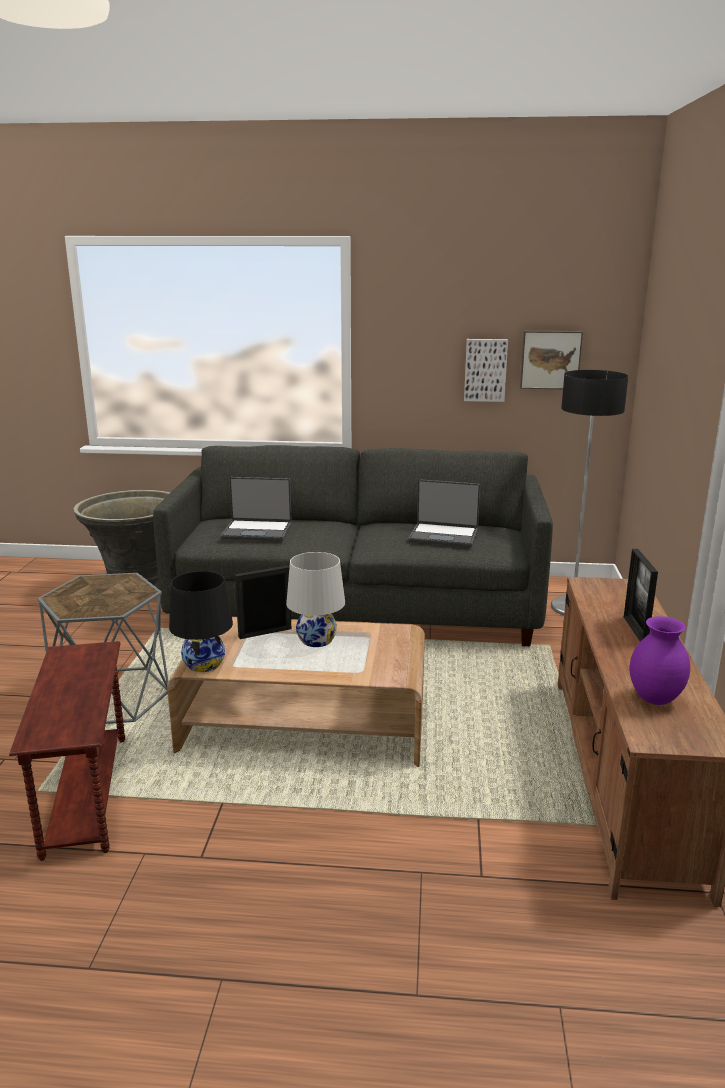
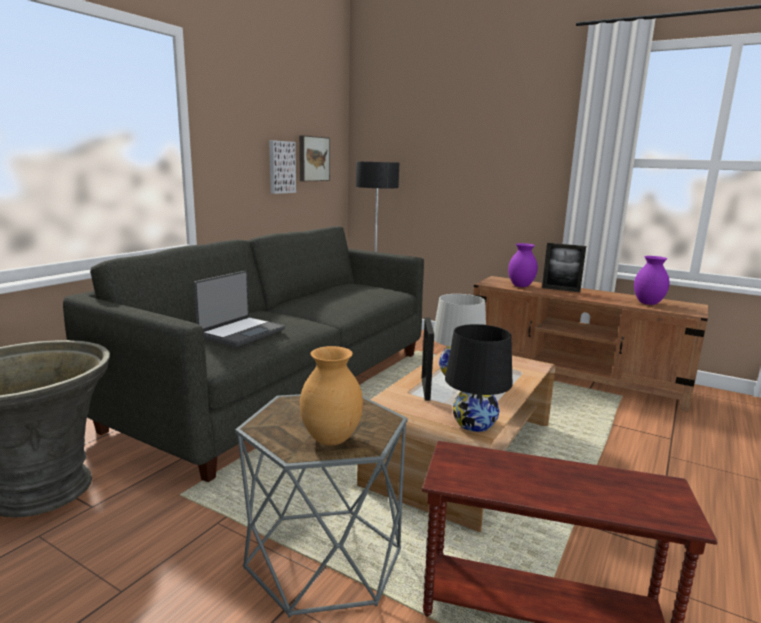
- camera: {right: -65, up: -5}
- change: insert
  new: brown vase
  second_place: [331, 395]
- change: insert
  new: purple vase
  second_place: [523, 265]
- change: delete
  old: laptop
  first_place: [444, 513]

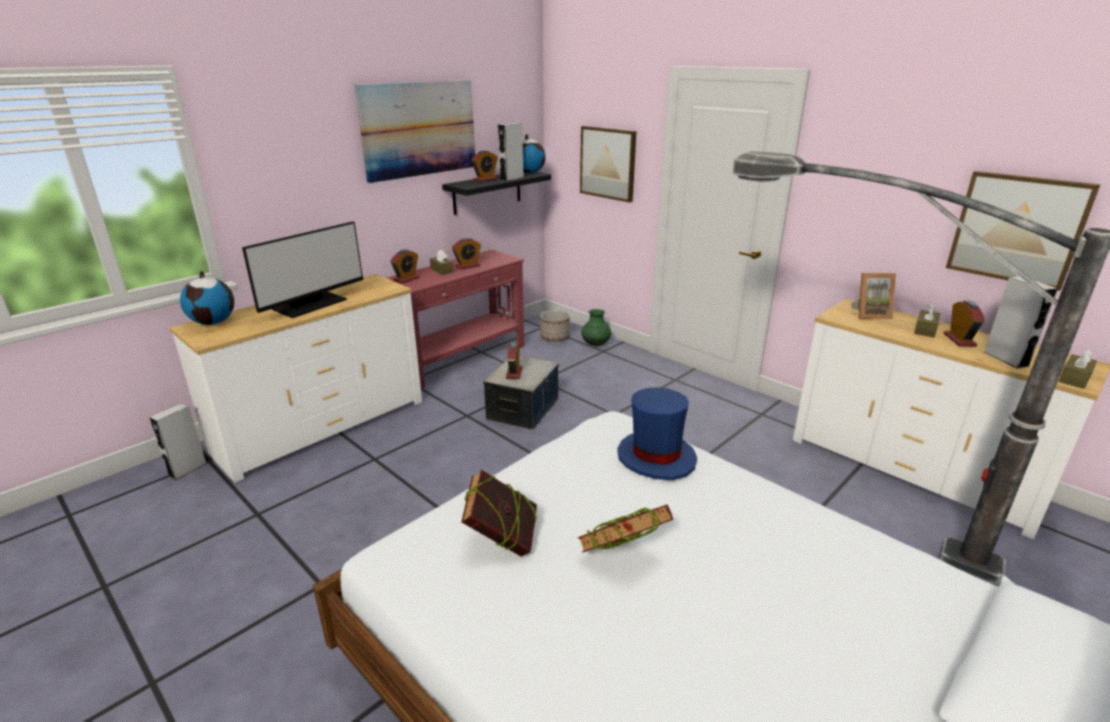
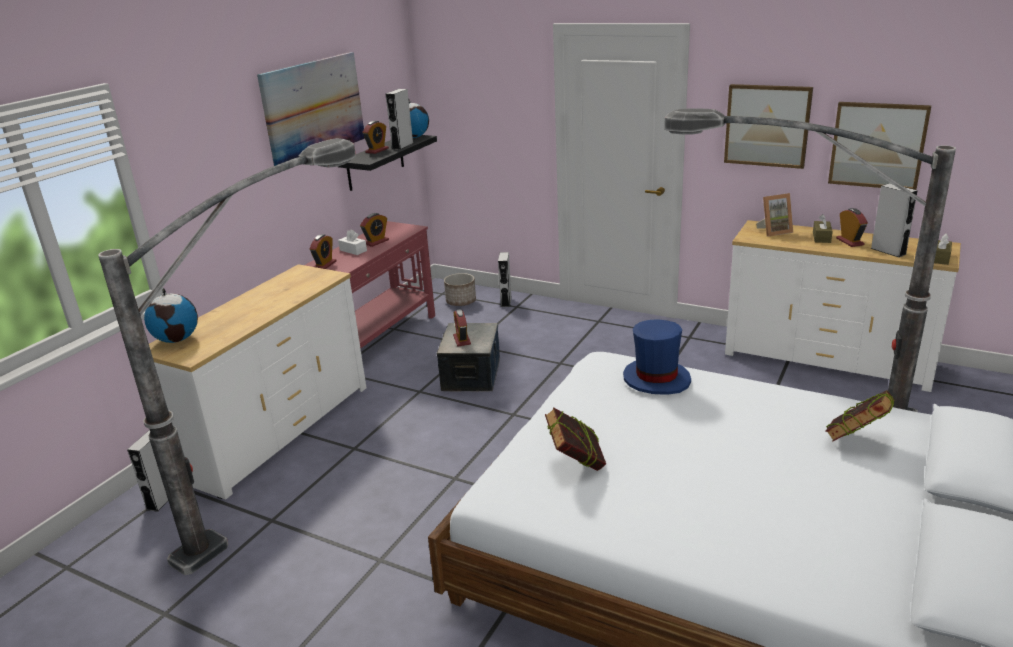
- camera: {right: -15, up: 0}
- change: insert
  new: floor lamp
  second_place: [227, 356]
- change: recolor
  old: brown tissue box
  new: white tissue box
  first_place: [441, 262]
  second_place: [352, 242]
- change: replace
  old: green vase
  new: grey speaker
  first_place: [596, 327]
  second_place: [505, 279]
- change: move
  old: picture
  first_place: [608, 164]
  second_place: [768, 126]
- change: move
  old: book
  first_place: [625, 529]
  second_place: [859, 415]
- change: delete
  old: monitor
  first_place: [302, 269]

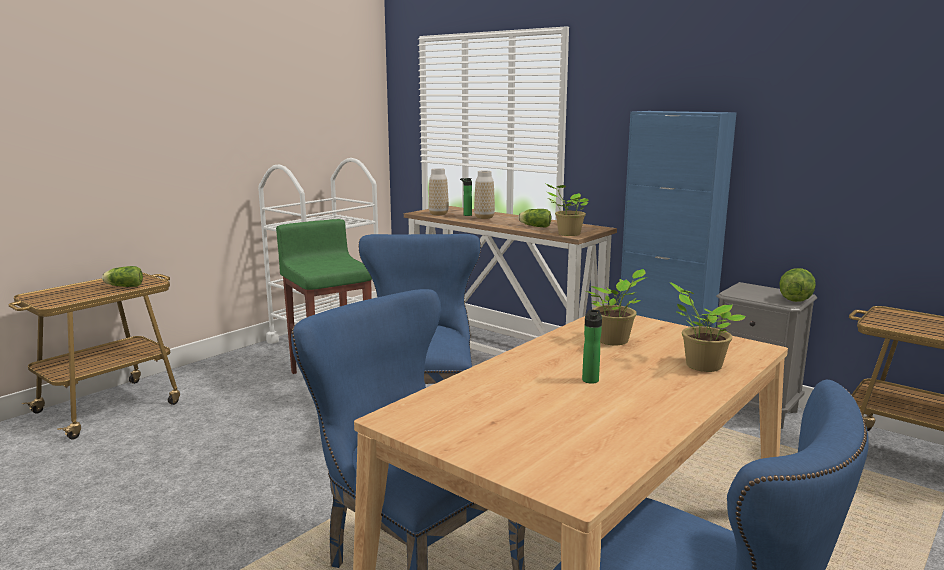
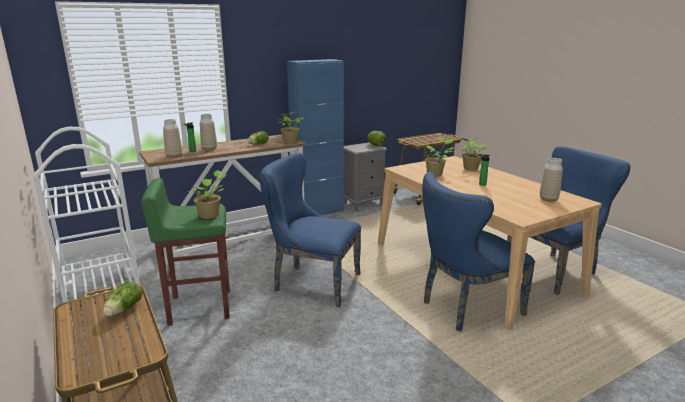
- camera: {right: -70, up: 5}
- change: insert
  new: potted plant
  second_place: [208, 194]
- change: insert
  new: vase
  second_place: [551, 180]

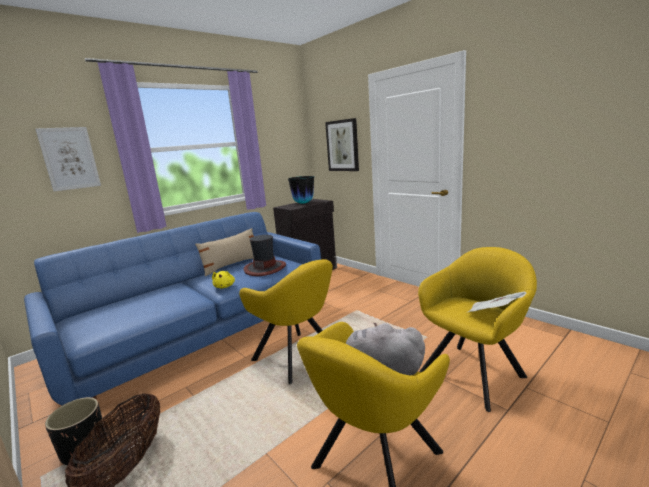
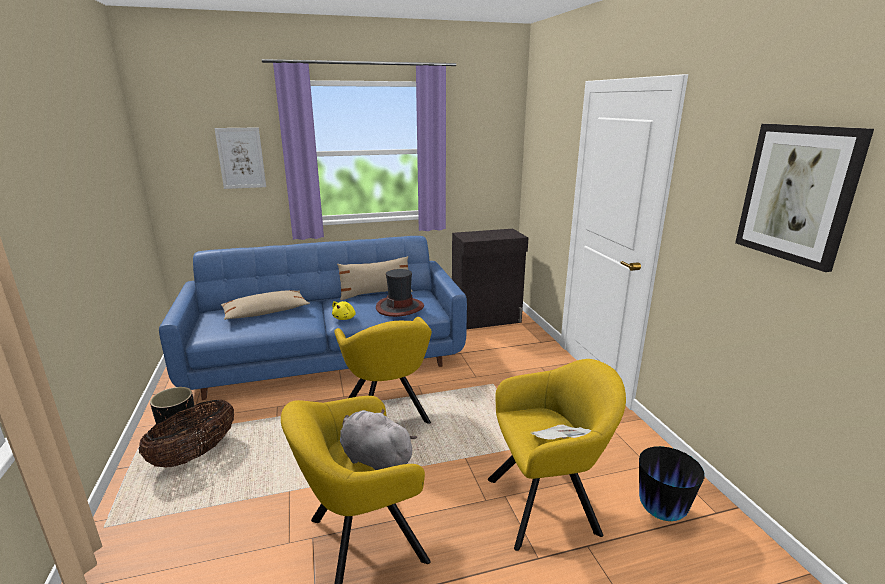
- camera: {right: 25, up: 5}
- change: insert
  new: beige pillow
  second_place: [265, 305]
- change: move
  old: vase
  first_place: [301, 190]
  second_place: [672, 483]
- change: move
  old: picture
  first_place: [342, 144]
  second_place: [804, 198]

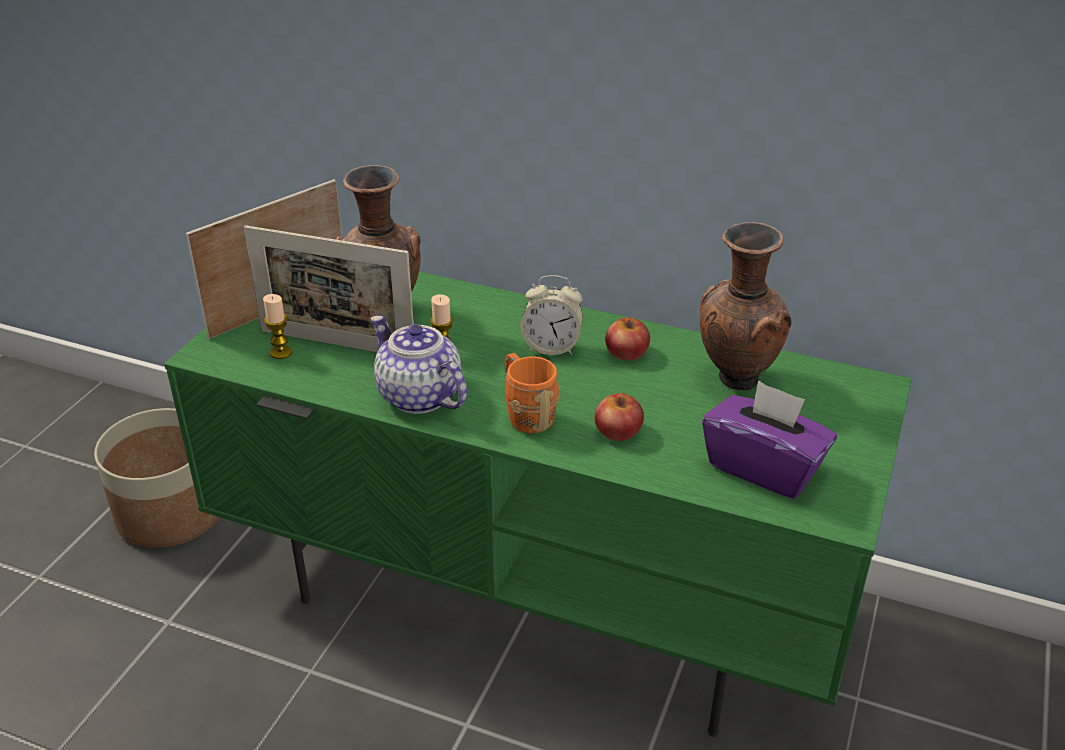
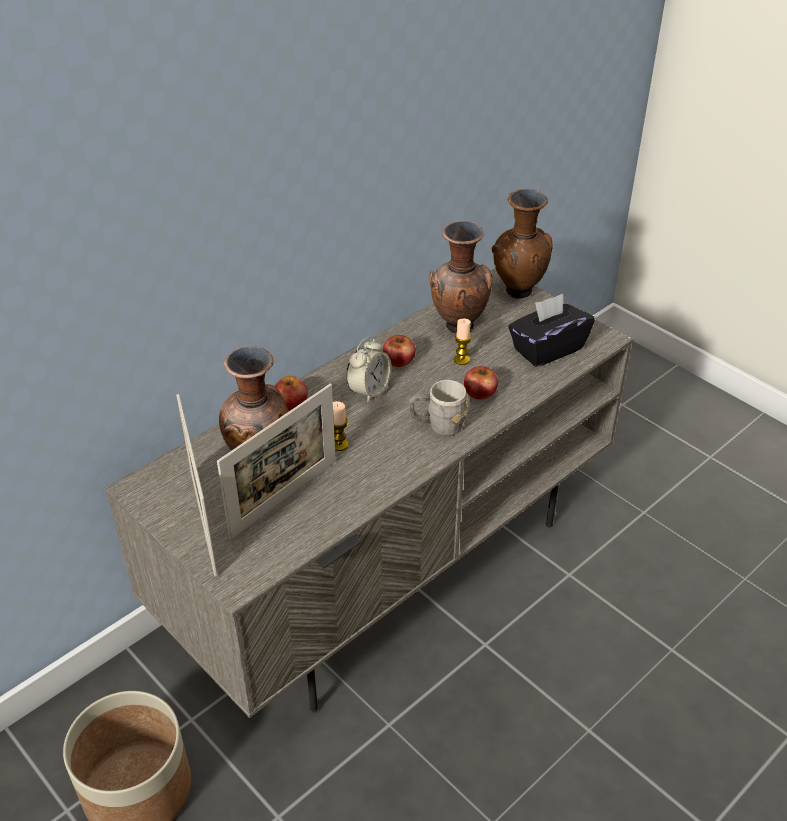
- camera: {right: -65, up: 5}
- change: recolor
  old: green tv stand
  new: grey tv stand
  first_place: [538, 504]
  second_place: [368, 493]
- change: insert
  new: apple
  second_place: [291, 393]
- change: recolor
  old: orange mug
  new: grey mug
  first_place: [532, 393]
  second_place: [439, 408]
- change: move
  old: candle
  first_place: [277, 326]
  second_place: [463, 341]
- change: insert
  new: brown vase
  second_place: [522, 244]
- change: recolor
  old: purple tissue box
  new: black tissue box
  first_place: [769, 439]
  second_place: [551, 330]
- change: delete
  old: teapot
  first_place: [418, 365]

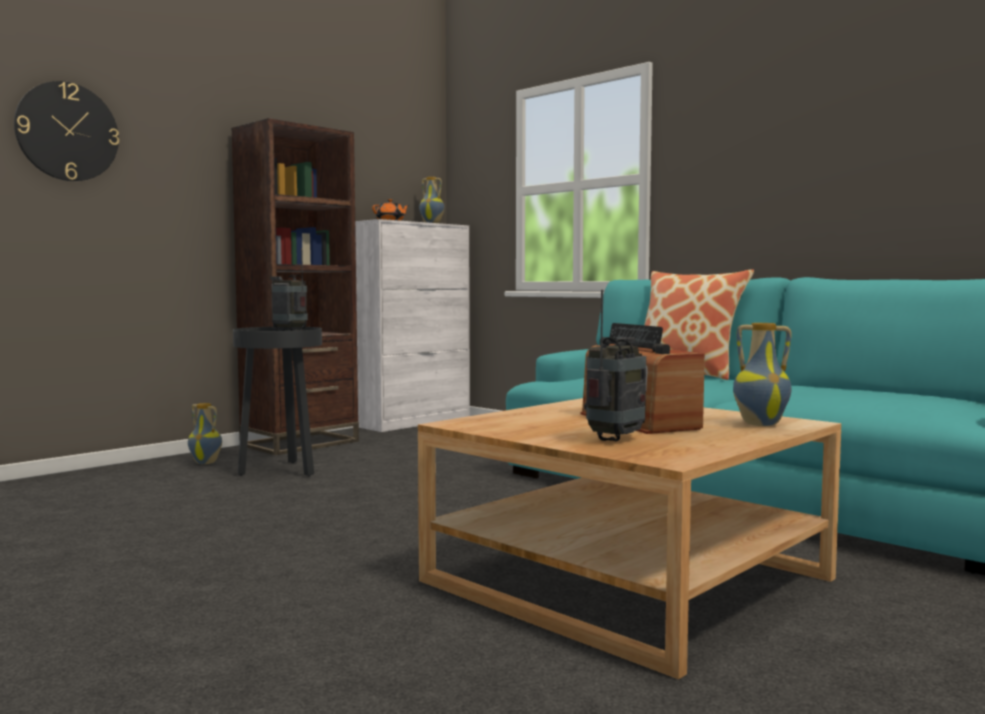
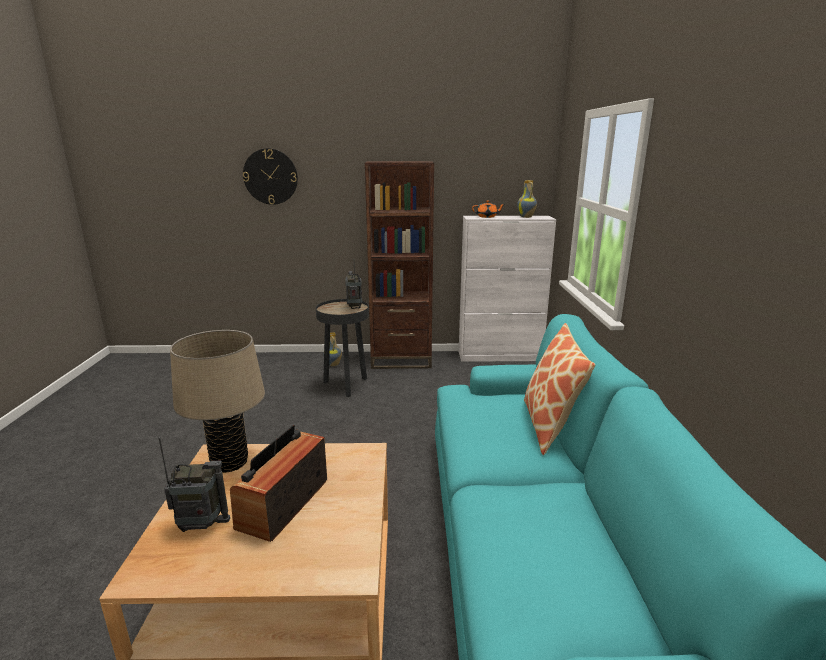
- camera: {right: 45, up: 15}
- change: insert
  new: beige table lamp
  second_place: [217, 401]
- change: delete
  old: vase
  first_place: [762, 374]

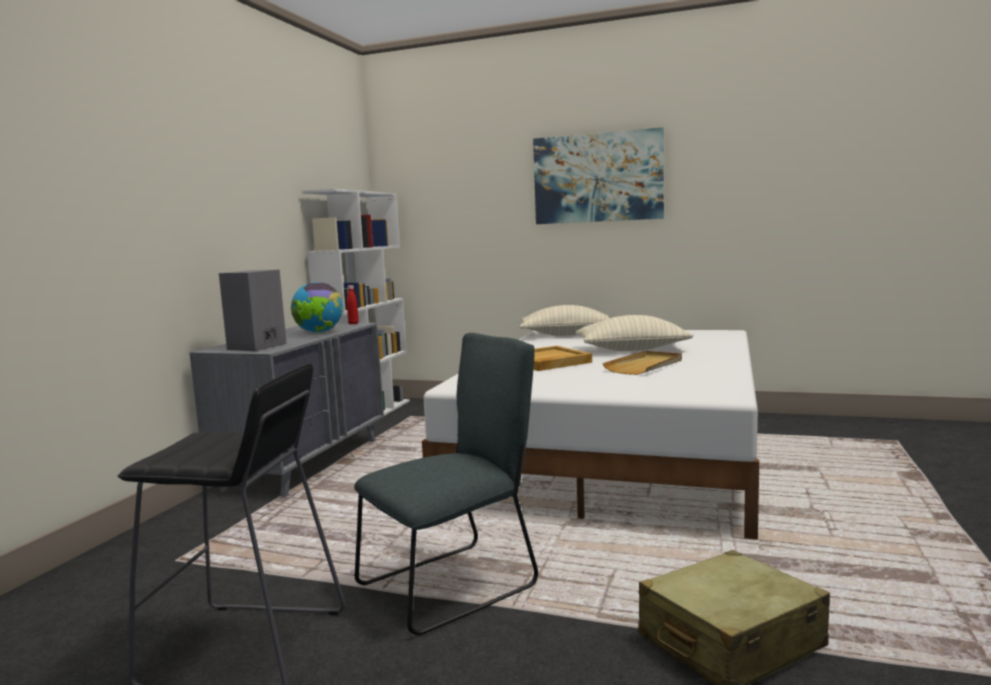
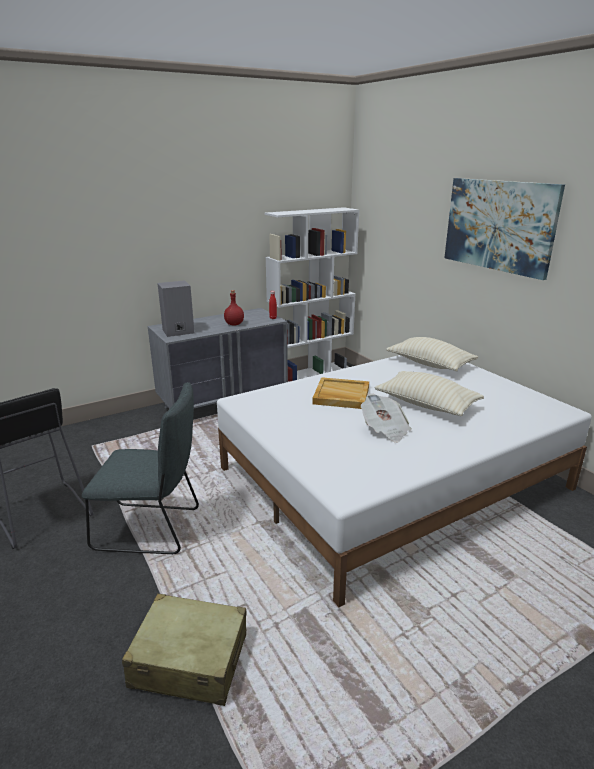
- camera: {right: 40, up: 15}
- change: replace
  old: globe
  new: red bottle
  first_place: [317, 307]
  second_place: [234, 308]
- change: replace
  old: beige tray
  new: newspaper
  first_place: [642, 363]
  second_place: [386, 418]

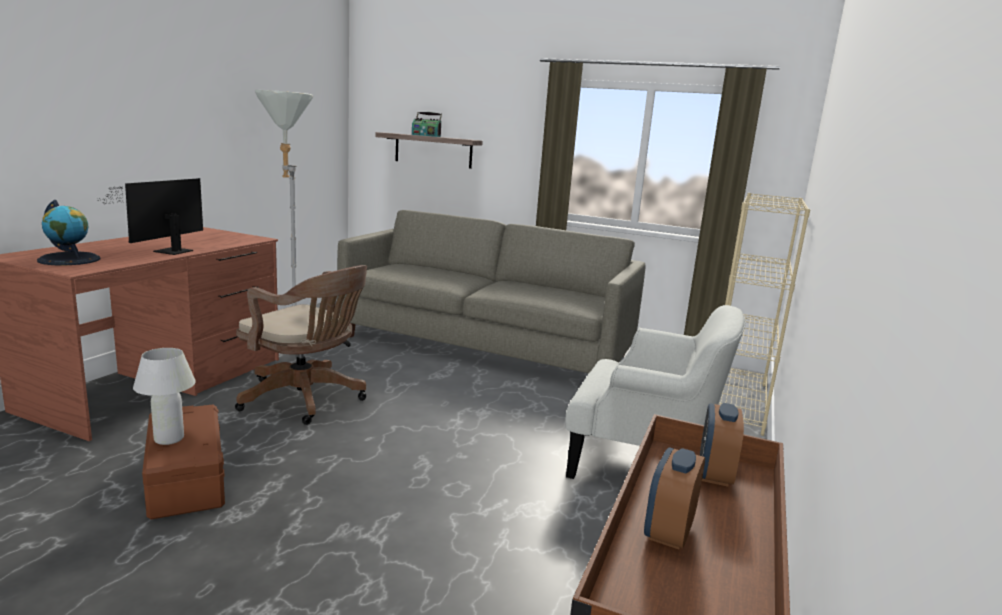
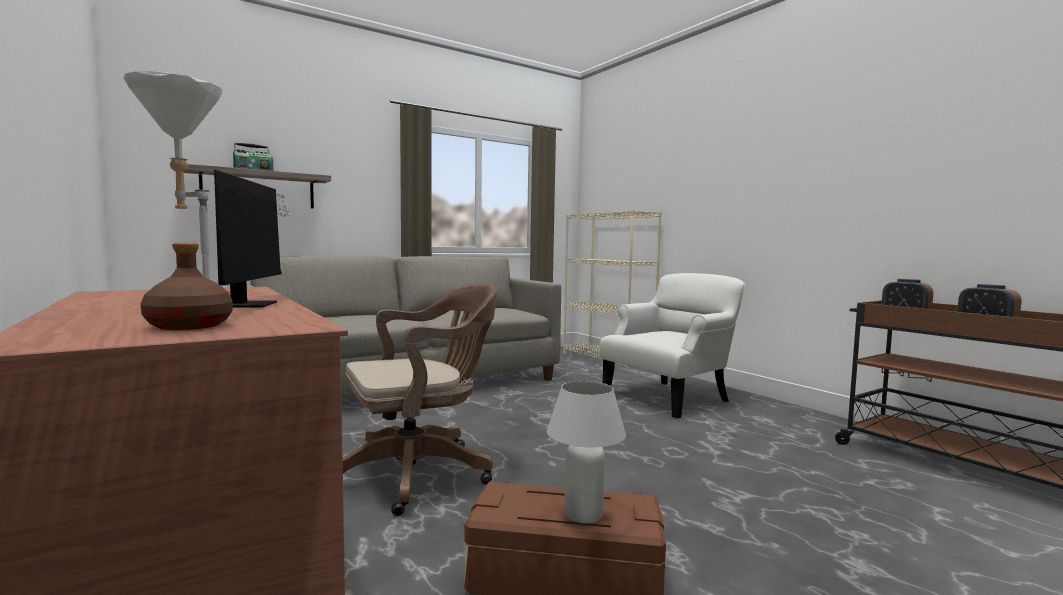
- camera: {right: -55, up: -10}
- change: replace
  old: globe
  new: brown bottle
  first_place: [68, 233]
  second_place: [186, 286]
- change: rotate
  old: monitor
  first_place: [151, 216]
  second_place: [251, 238]
  degrees: -150

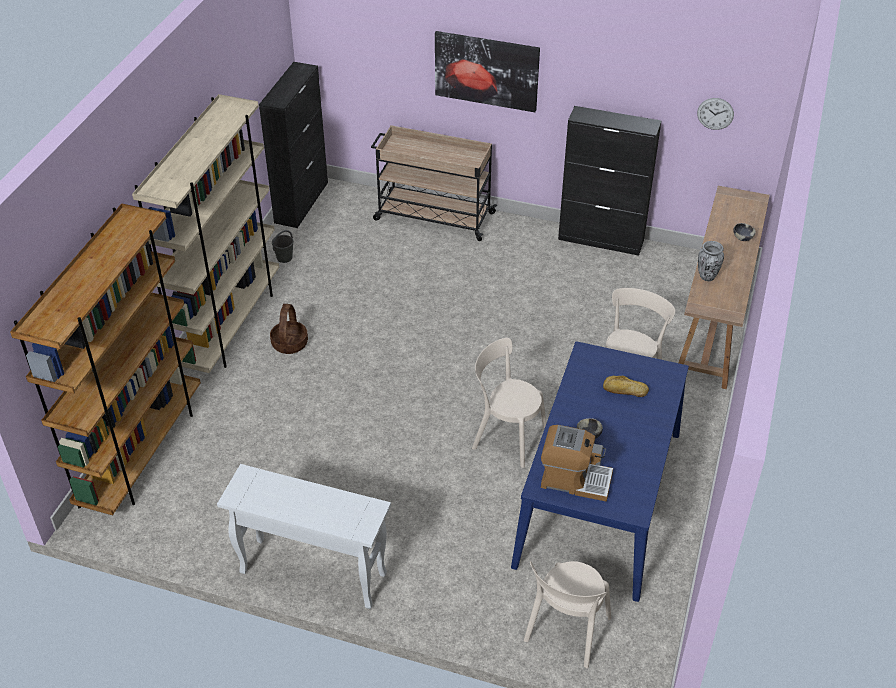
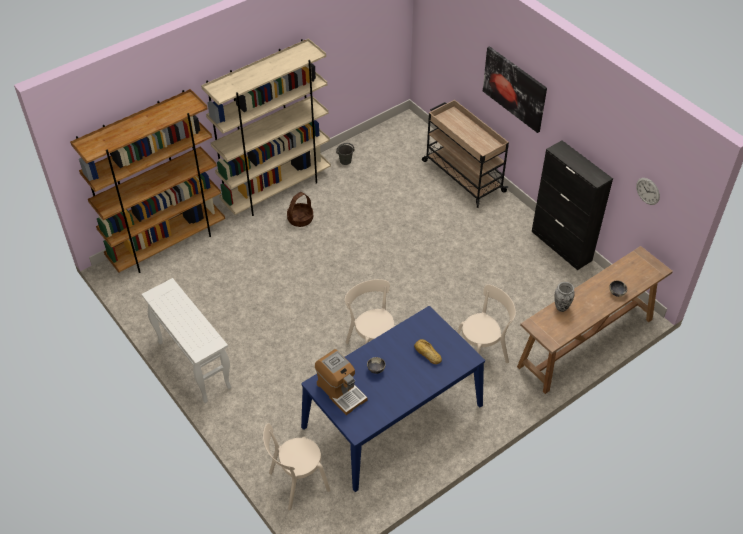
- camera: {right: 35, up: 5}
- change: delete
  old: black cabinet
  first_place: [293, 145]

